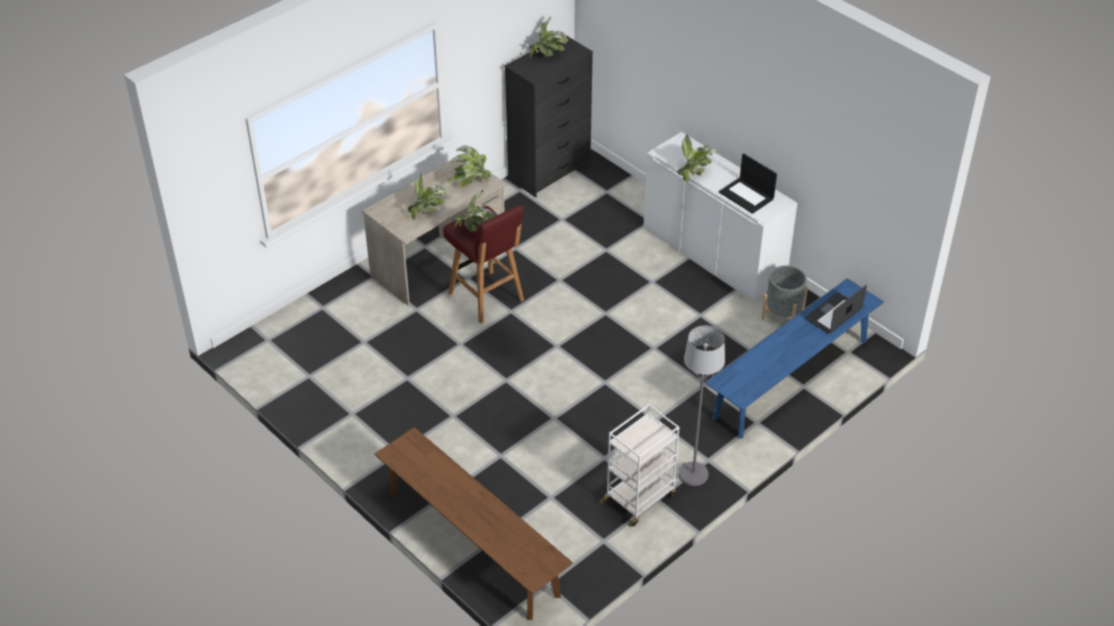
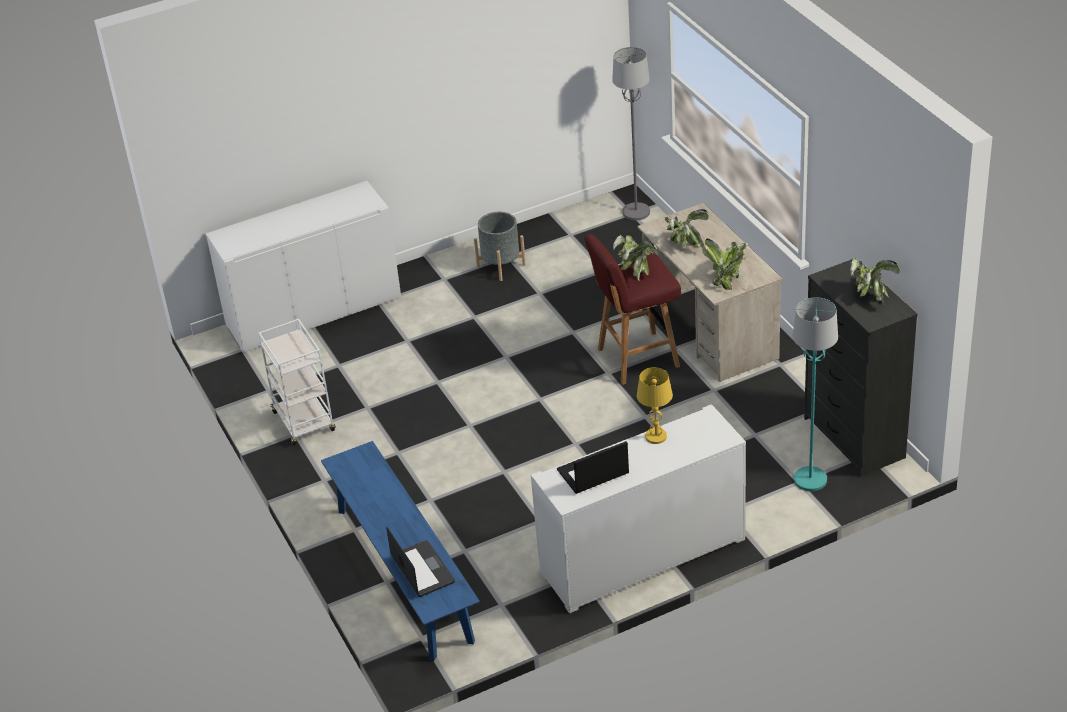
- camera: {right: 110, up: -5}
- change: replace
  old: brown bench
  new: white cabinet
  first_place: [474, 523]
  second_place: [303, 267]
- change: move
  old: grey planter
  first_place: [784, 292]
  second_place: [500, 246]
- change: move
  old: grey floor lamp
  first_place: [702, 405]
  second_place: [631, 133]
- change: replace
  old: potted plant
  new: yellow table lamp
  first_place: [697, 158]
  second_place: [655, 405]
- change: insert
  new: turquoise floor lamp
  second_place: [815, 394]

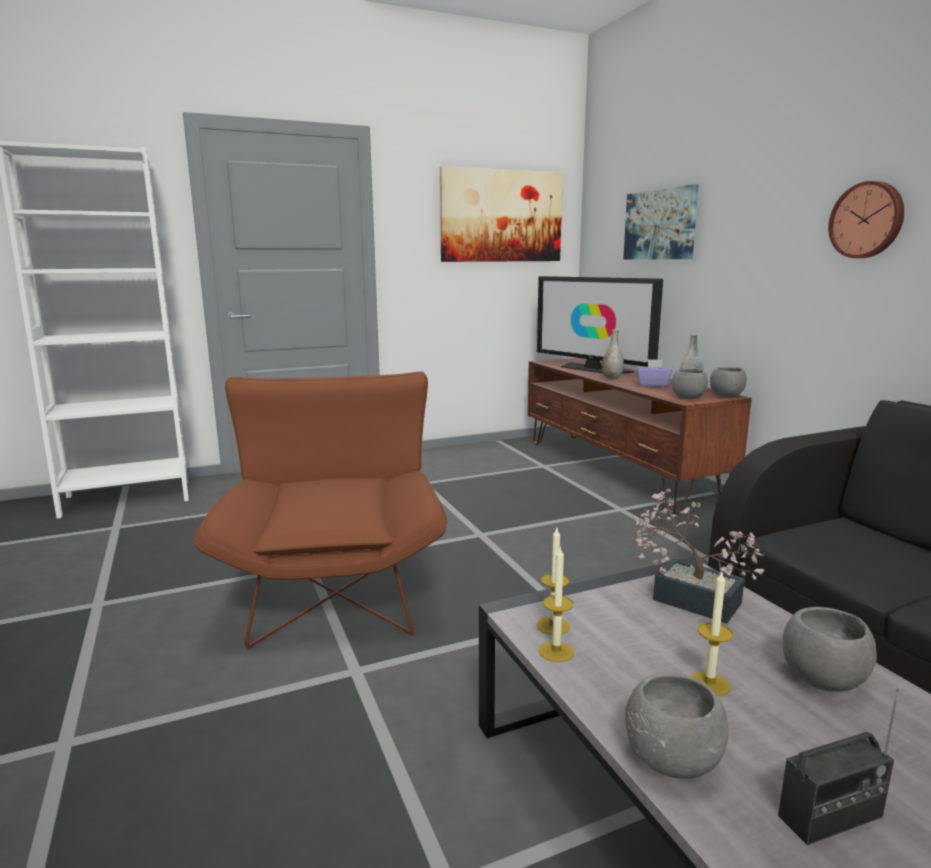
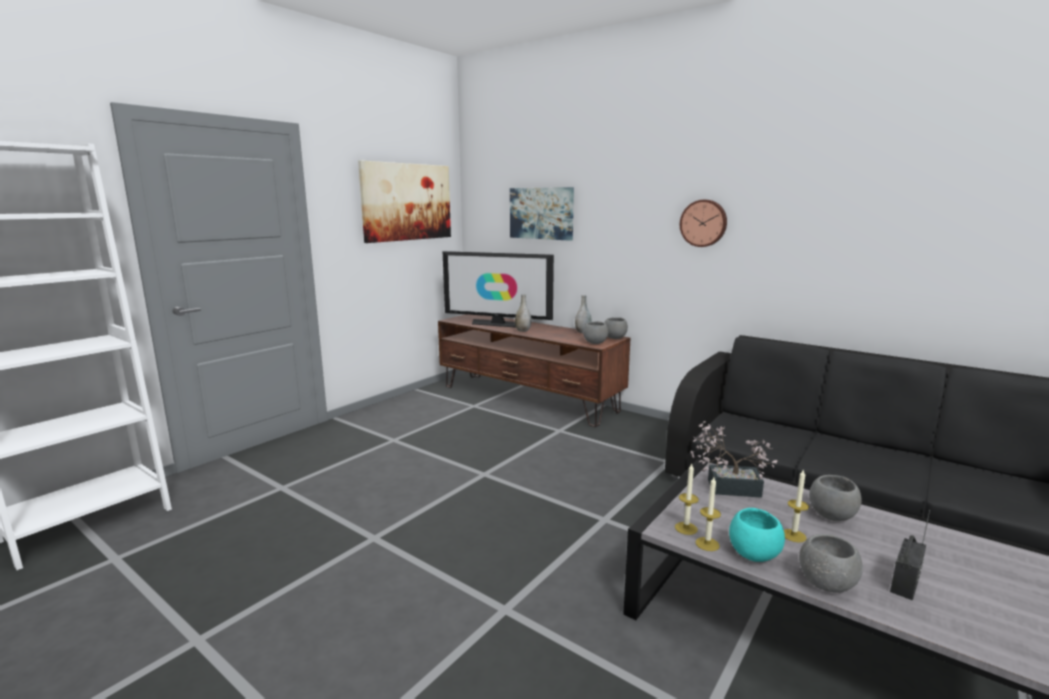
- camera: {right: -30, up: 0}
- change: insert
  new: turquoise bowl
  second_place: [757, 535]
- change: delete
  old: brown armchair
  first_place: [321, 509]
- change: delete
  old: purple tissue box
  first_place: [654, 373]

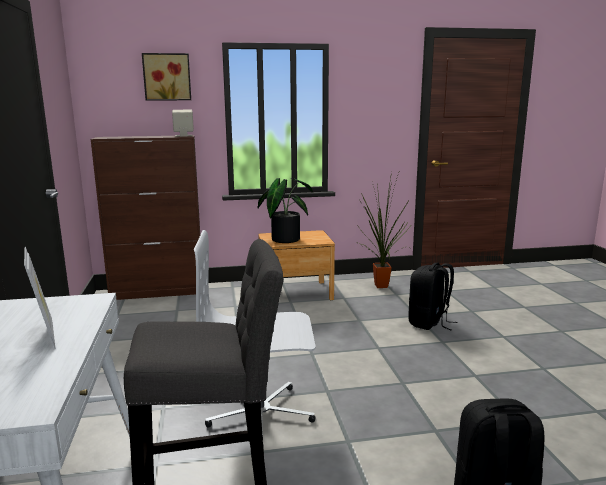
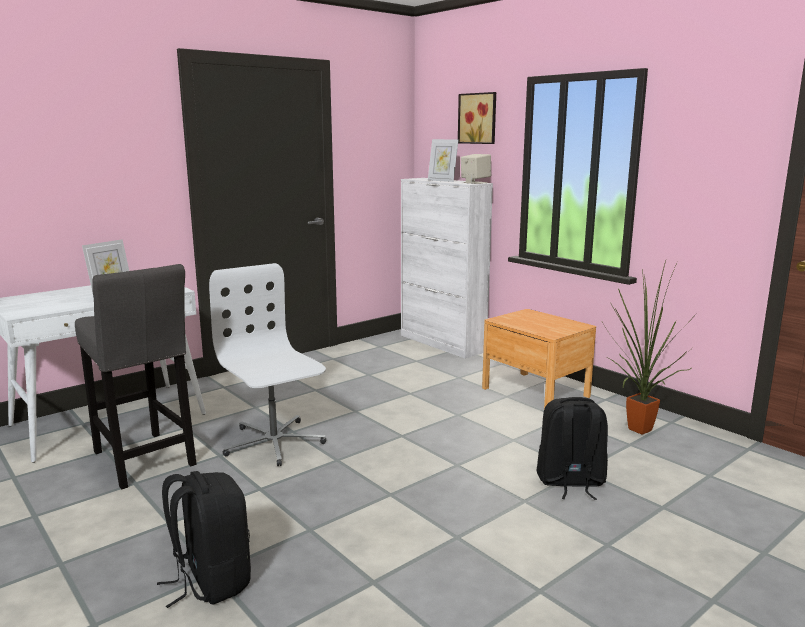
- camera: {right: 60, up: 0}
- change: recolor
  old: brown cabinet
  new: white cabinet
  first_place: [145, 217]
  second_place: [447, 268]
- change: insert
  new: picture frame
  second_place: [443, 160]
- change: delete
  old: potted plant
  first_place: [285, 210]

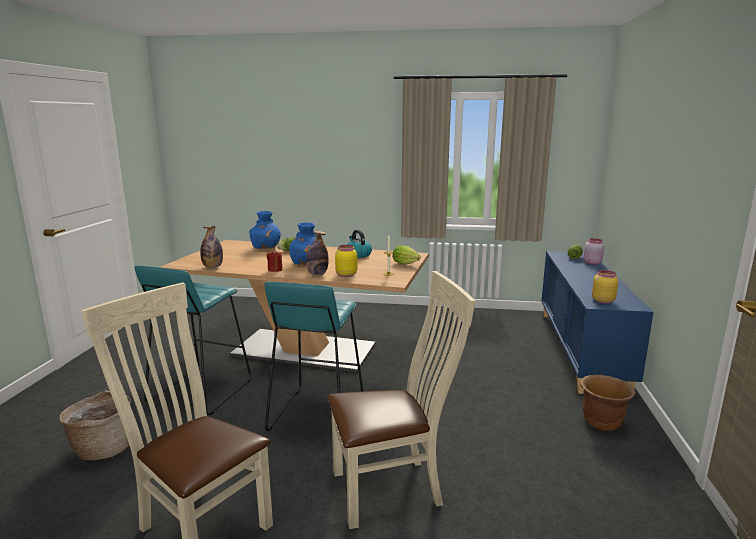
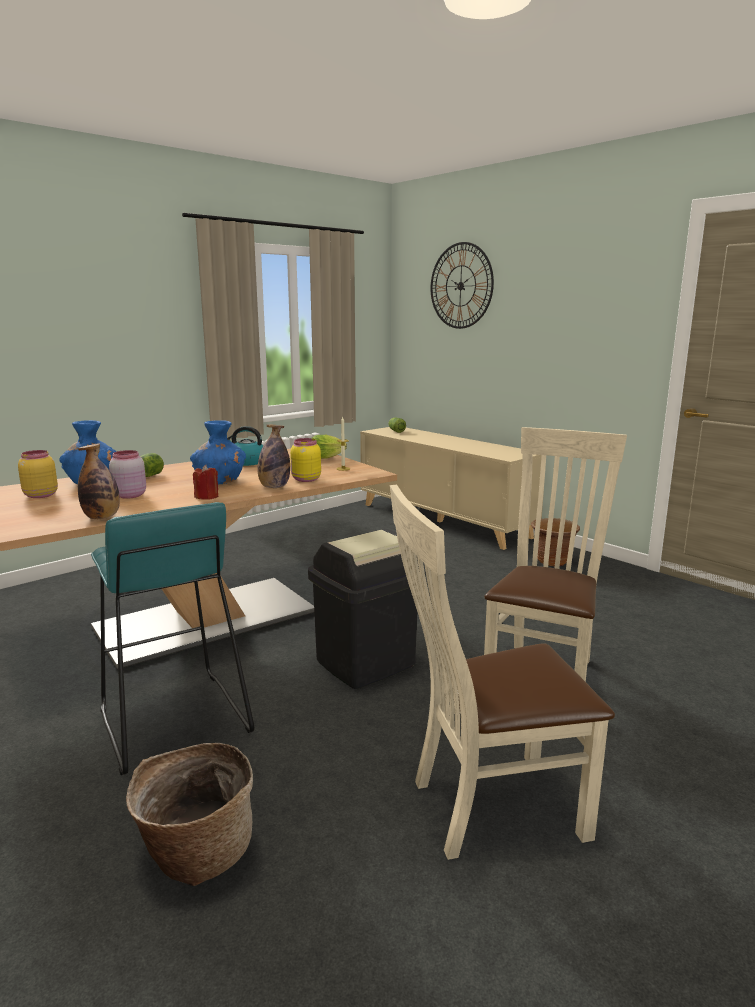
- camera: {right: -50, up: 0}
- change: move
  old: yellow jar
  first_place: [605, 287]
  second_place: [38, 474]
- change: move
  old: pink jar
  first_place: [594, 251]
  second_place: [127, 474]
- change: replace
  old: turquoise stool
  new: black trash can
  first_place: [313, 356]
  second_place: [362, 609]
- change: recolor
  old: blue cabinet
  new: beige cabinet
  first_place: [597, 322]
  second_place: [452, 488]
- change: insert
  new: wall clock
  second_place: [462, 285]

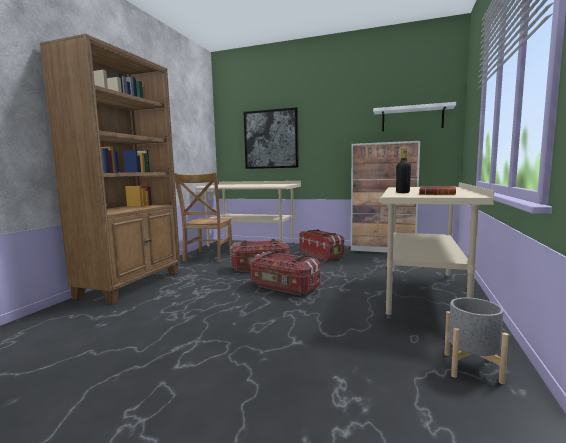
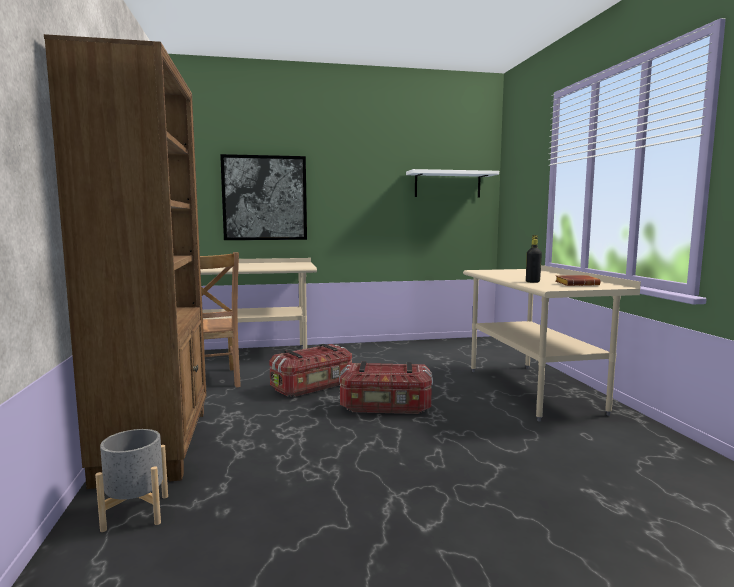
- camera: {right: -30, up: 0}
- change: move
  old: grey planter
  first_place: [476, 341]
  second_place: [131, 480]
- change: delete
  old: storage box
  first_place: [322, 245]
- change: delete
  old: cabinet
  first_place: [385, 197]

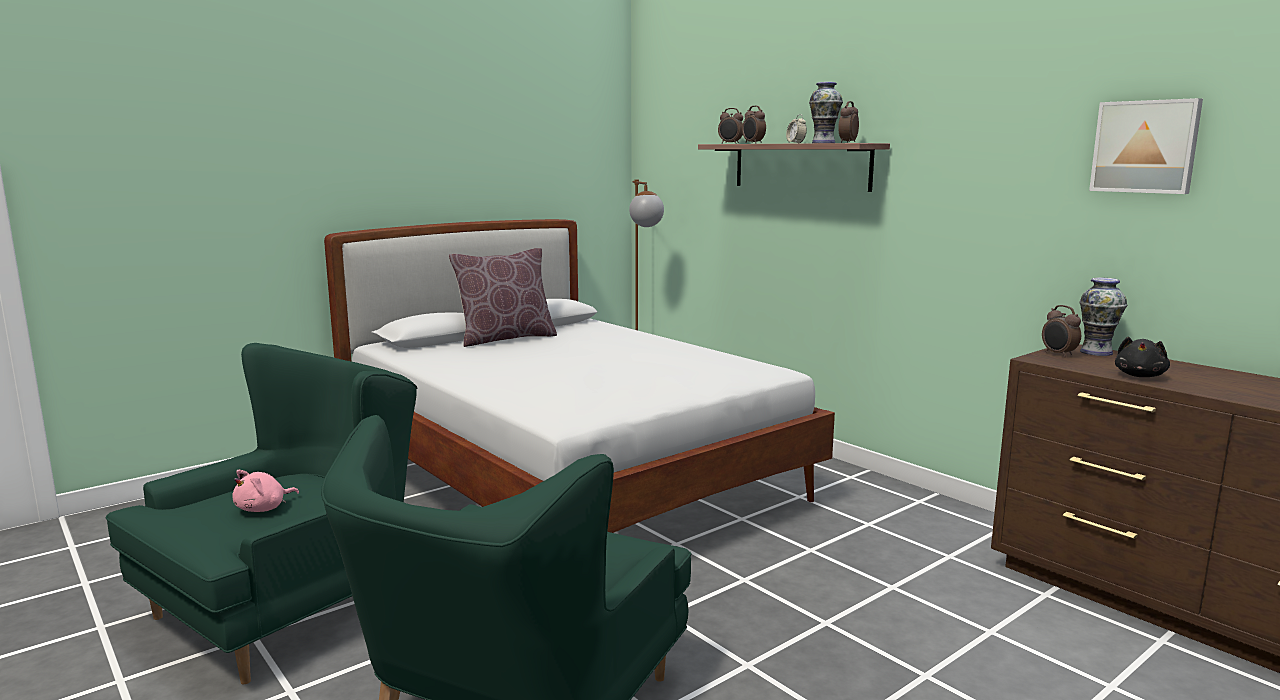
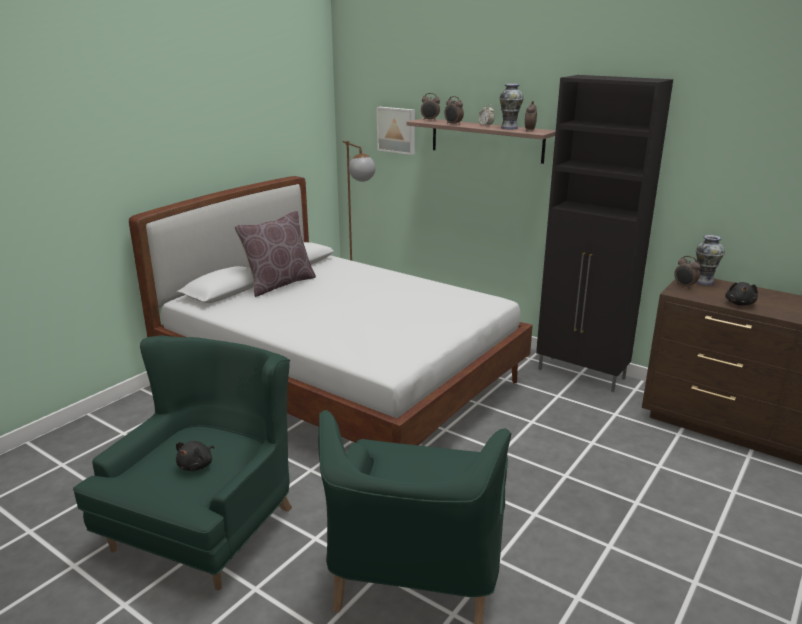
- camera: {right: -15, up: 10}
- change: recolor
  old: pink plush toy
  new: black plush toy
  first_place: [265, 491]
  second_place: [195, 456]
- change: move
  old: picture
  first_place: [1146, 146]
  second_place: [396, 131]
- change: insert
  new: black cabinet
  second_place: [604, 233]

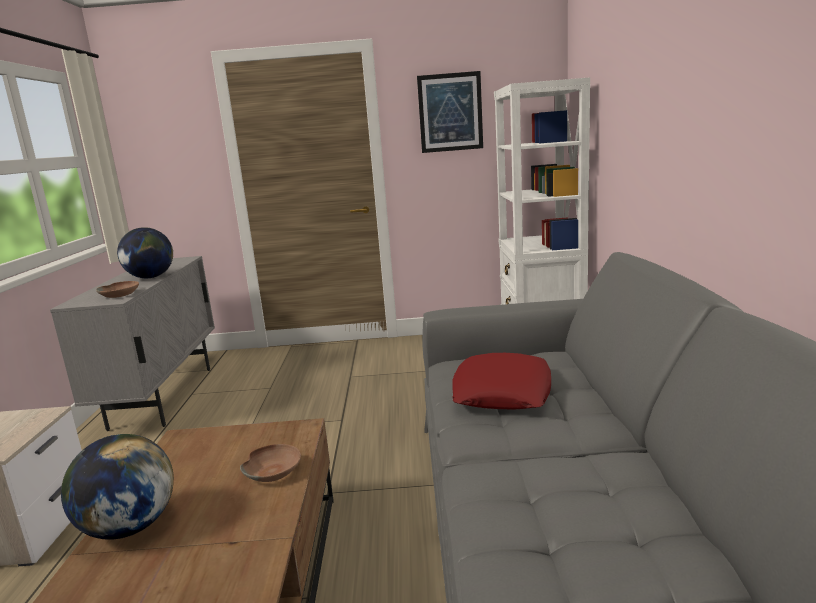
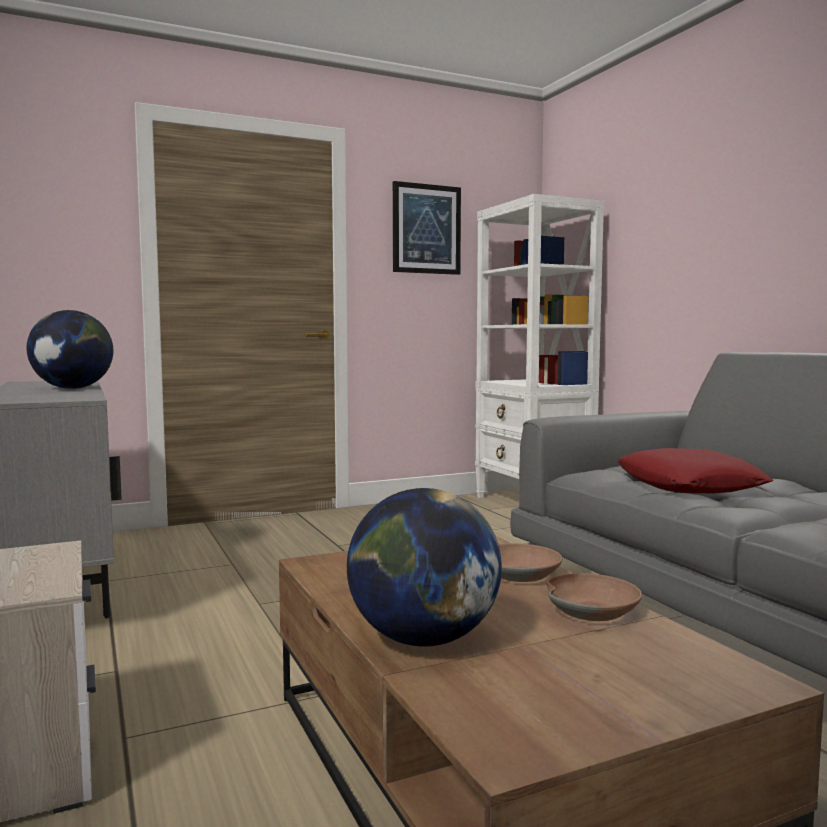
- camera: {right: -25, up: -10}
- change: move
  old: brown bowl
  first_place: [117, 289]
  second_place: [594, 597]

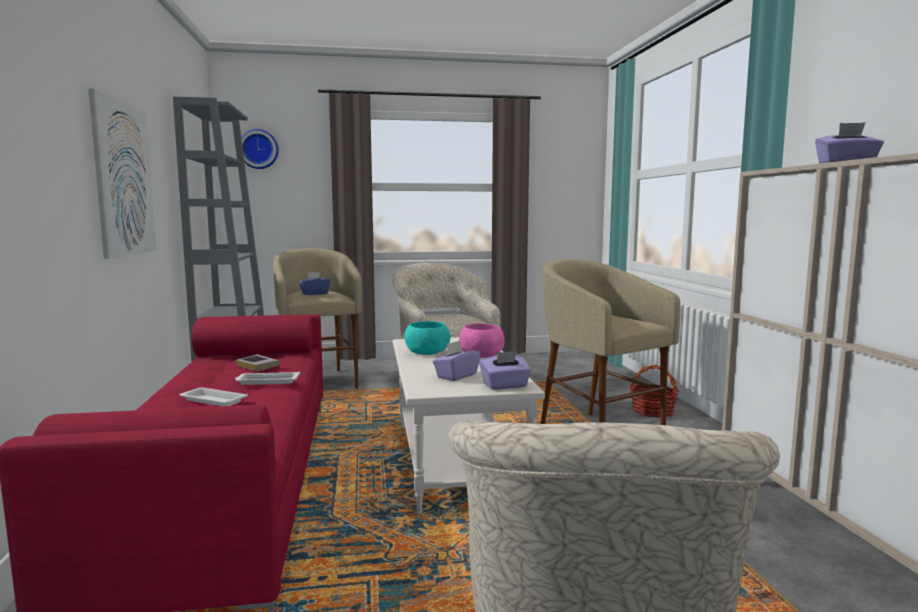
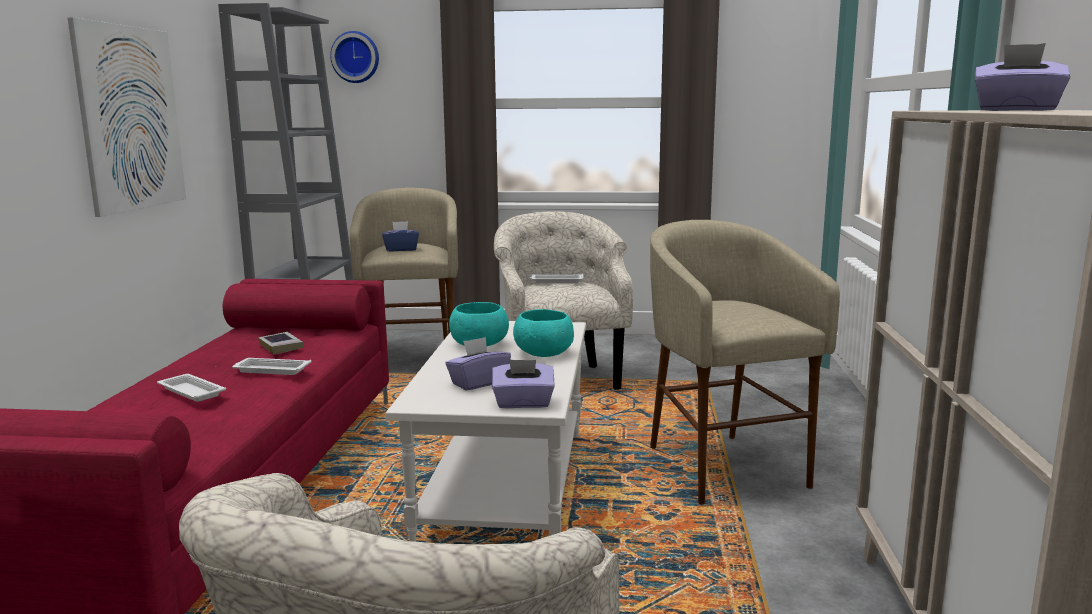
- camera: {right: 15, up: 5}
- change: recolor
  old: pink bowl
  new: turquoise bowl
  first_place: [482, 340]
  second_place: [543, 333]
- change: delete
  old: basket
  first_place: [655, 391]

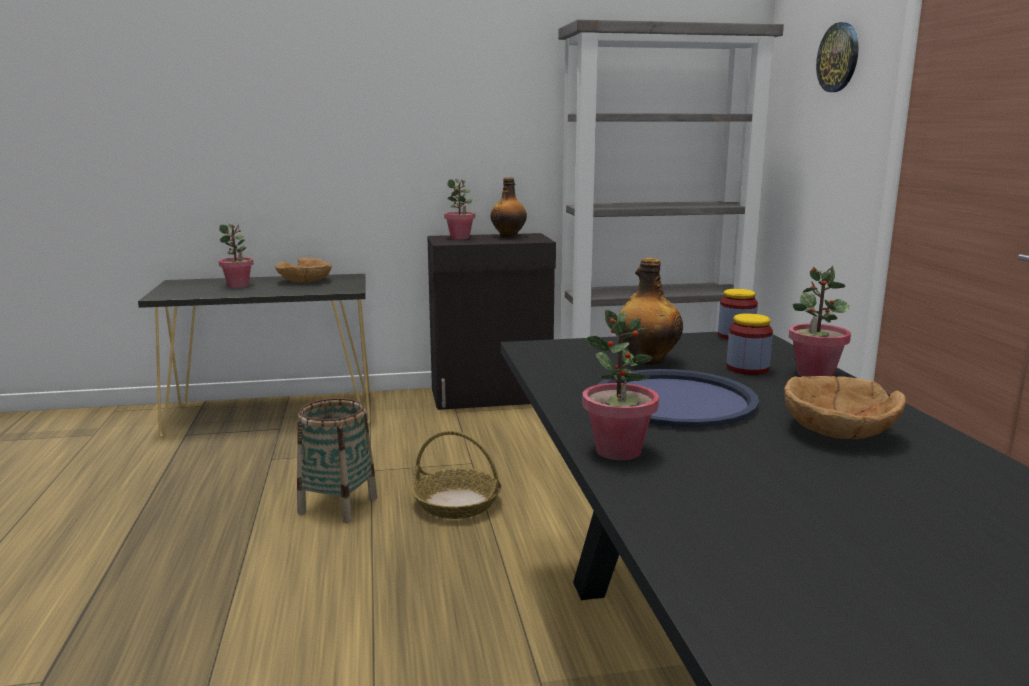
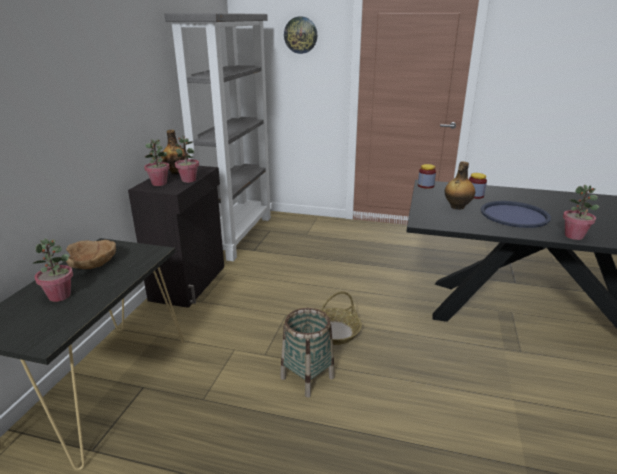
- camera: {right: -65, up: 10}
- change: move
  old: potted plant
  first_place: [820, 321]
  second_place: [187, 159]
- change: delete
  old: brown bowl
  first_place: [845, 407]

